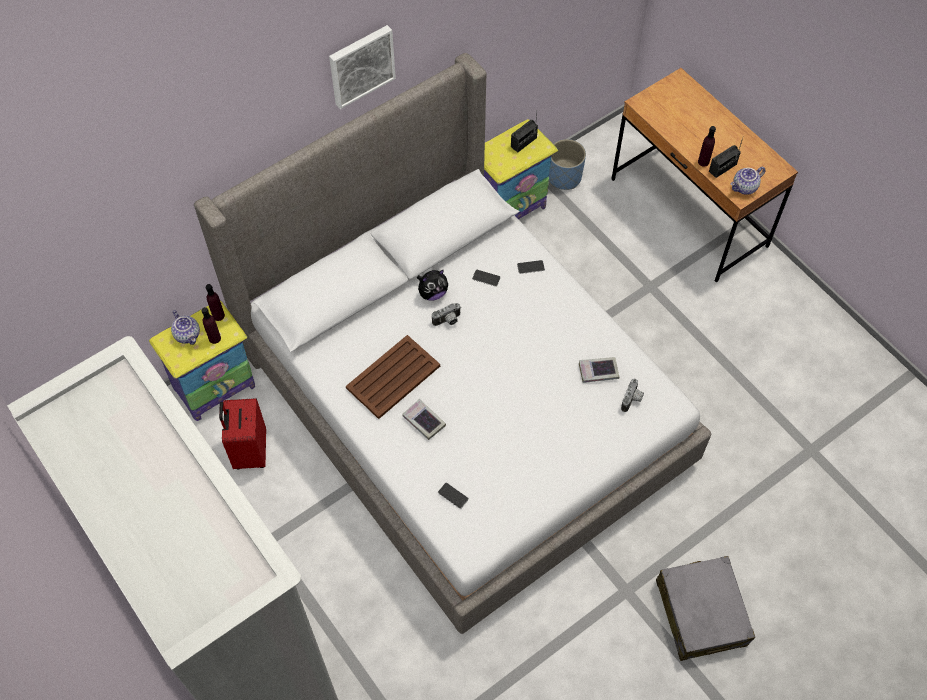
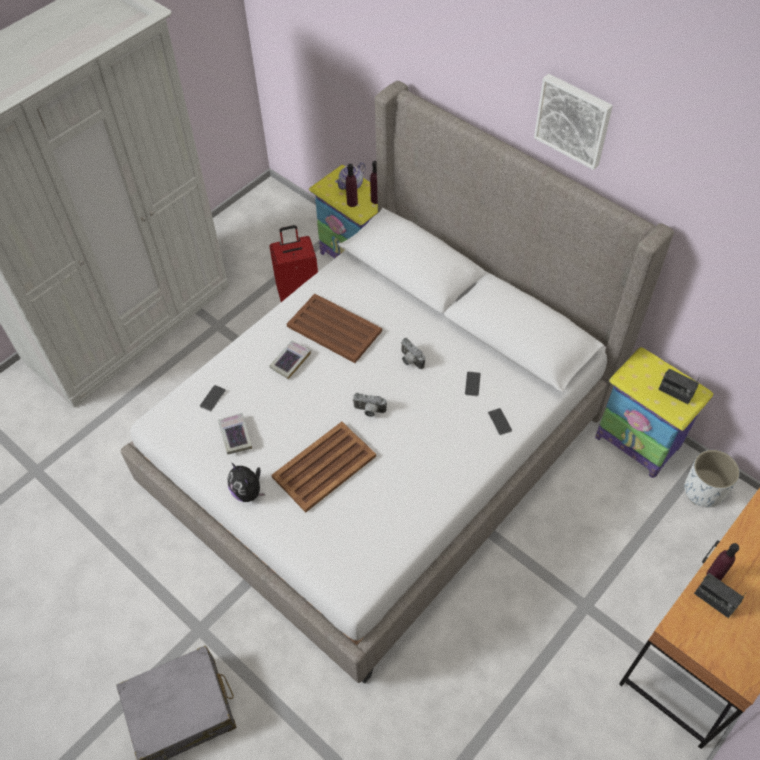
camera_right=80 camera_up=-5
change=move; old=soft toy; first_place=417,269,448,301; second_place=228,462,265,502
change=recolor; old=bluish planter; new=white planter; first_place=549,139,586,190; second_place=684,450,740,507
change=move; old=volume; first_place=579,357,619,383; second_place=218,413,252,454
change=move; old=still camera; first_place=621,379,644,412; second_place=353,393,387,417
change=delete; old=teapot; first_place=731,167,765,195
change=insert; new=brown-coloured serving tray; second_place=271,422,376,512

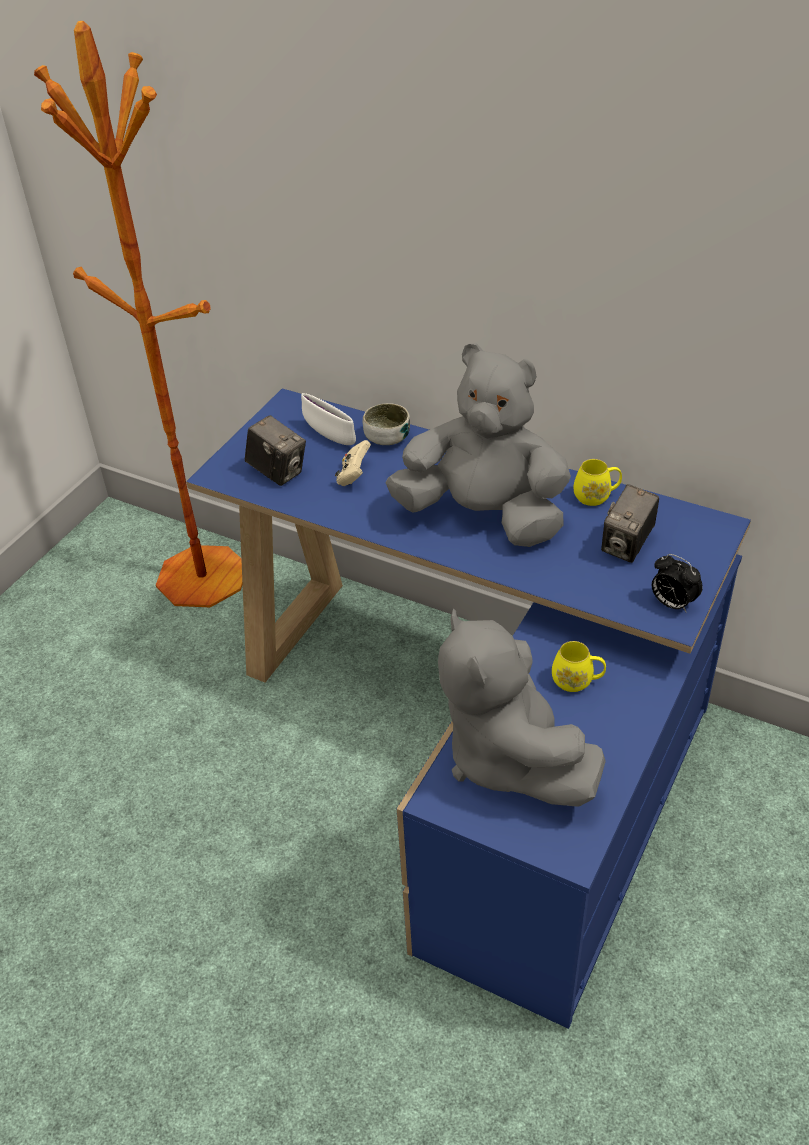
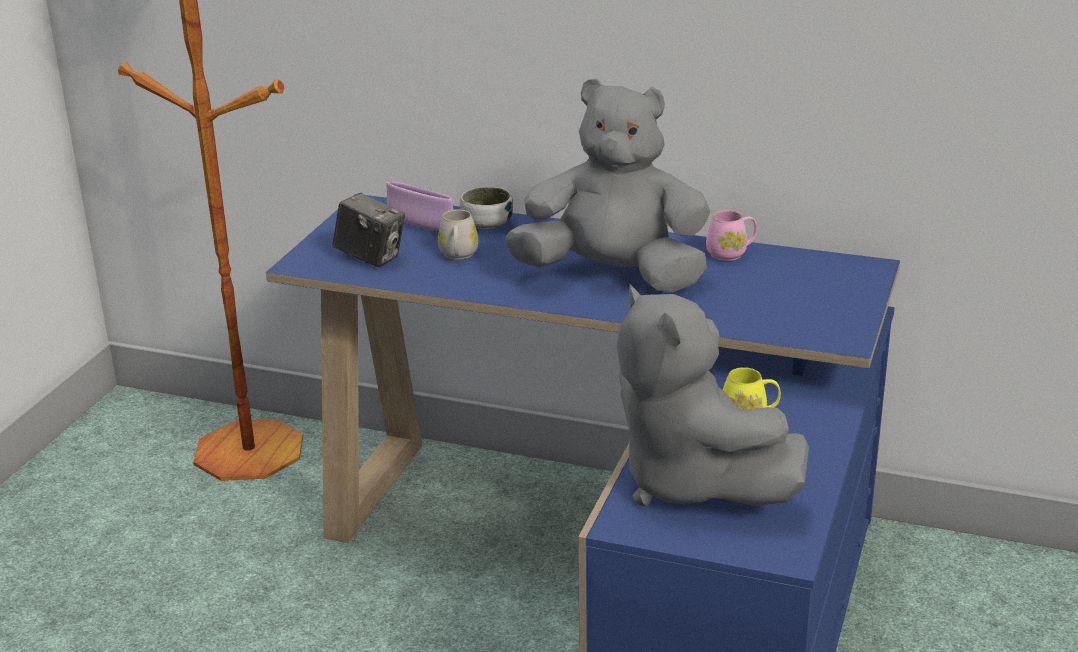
camera_right=-10 camera_up=-15
change=recolor; old=white deep dish; new=purple deep dish; first_place=301,393,356,445; second_place=386,181,454,231
change=replace; old=beige gamepad; new=white mug; first_place=335,440,371,486; second_place=438,209,479,260
change=recolor; old=yellow mug; new=pink mug; first_place=574,459,622,506; second_place=706,210,757,261
change=delete; old=still camera; first_place=601,484,659,563
change=delete; old=table clock; first_place=652,554,703,612

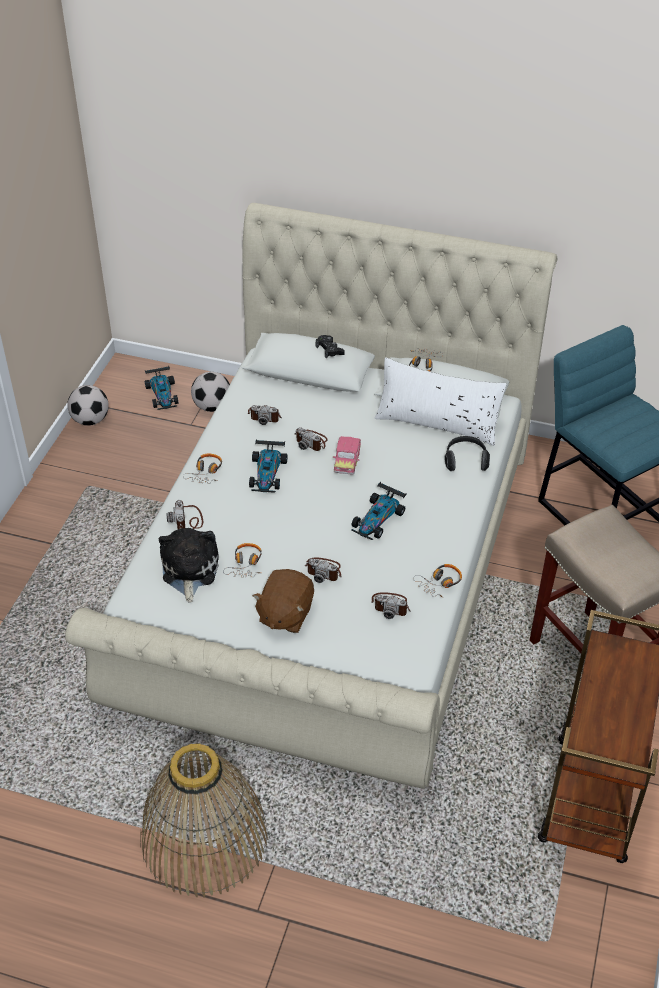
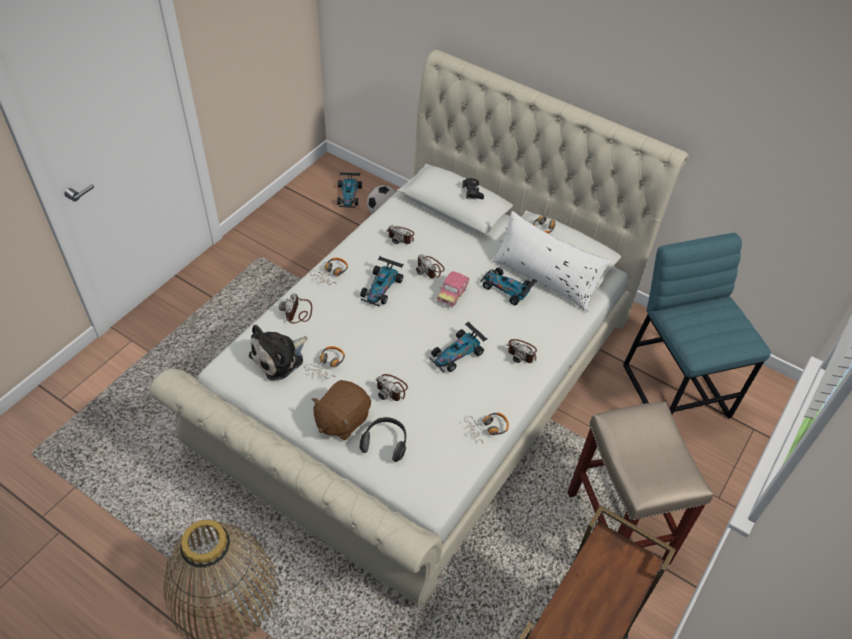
camera_right=15 camera_up=5
change=delete; old=football; first_place=67,385,109,426
change=rotate; old=soft toy; first_place=159,528,219,603; second_place=249,325,307,380; degrees=-150
change=move; old=still camera; first_place=372,592,411,619; second_place=507,339,537,363
change=move; old=headset; first_place=445,436,490,471; second_place=359,417,406,462
change=insert; new=toy car; second_place=480,267,537,305

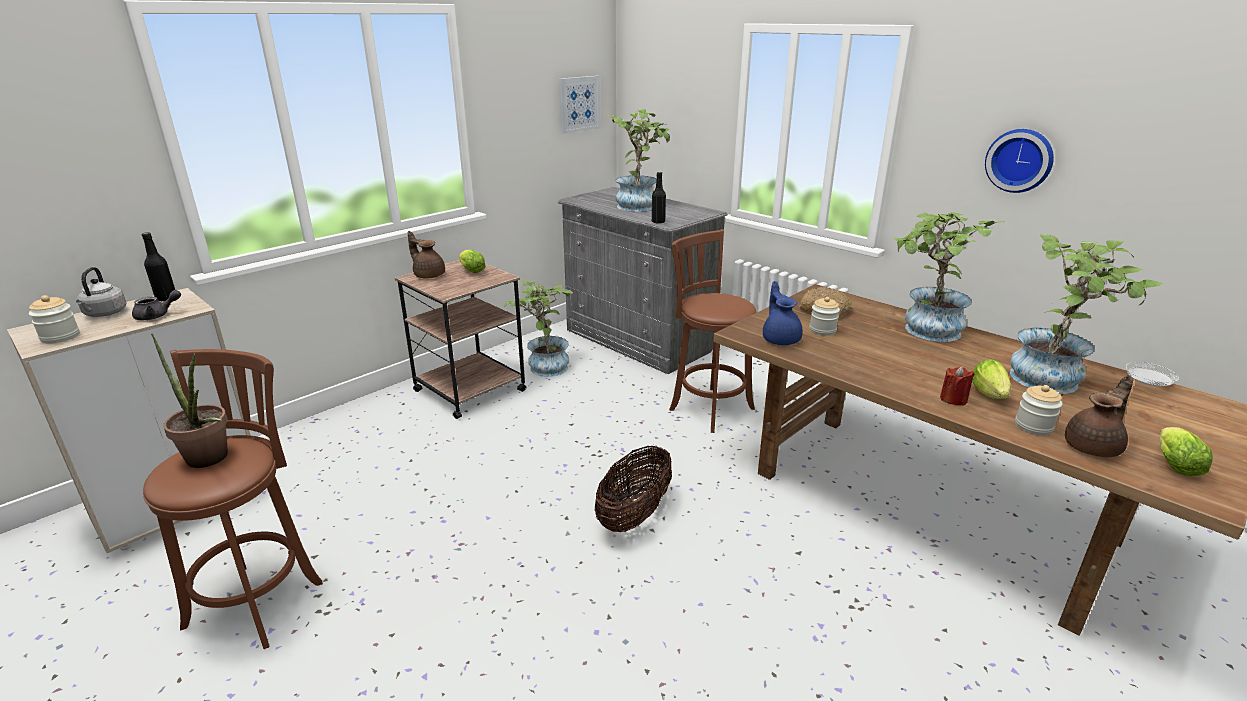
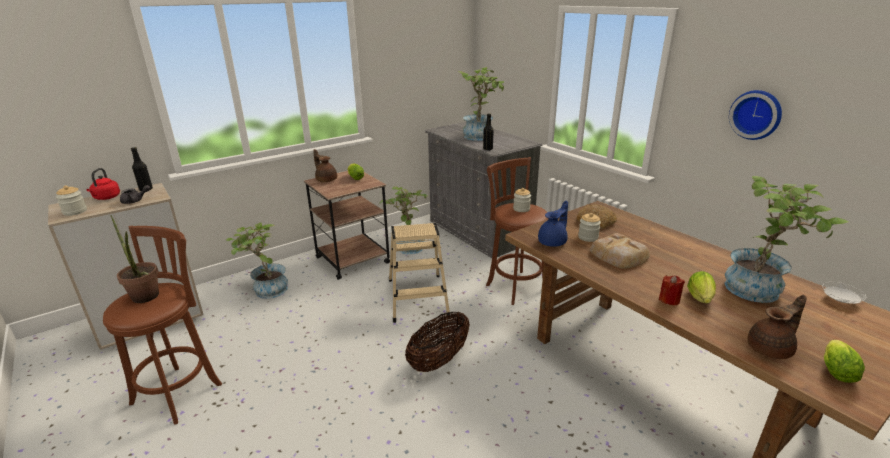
camera_right=10 camera_up=0
change=recolor; old=grey tea kettle; new=red tea kettle; first_place=76,267,126,317; second_place=87,168,120,200
change=delete; old=wall art; first_place=559,76,600,134
change=rotate; old=bluish teapot; first_place=763,281,803,345; second_place=538,201,568,247; degrees=45
change=move; old=plant in a pot; first_place=893,212,1005,342; second_place=226,222,288,299
change=move; old=jar; first_place=1015,385,1062,435; second_place=513,188,531,212
change=insert; new=beige step stool; second_place=389,223,451,323
change=insert; new=bread; second_place=590,233,649,269

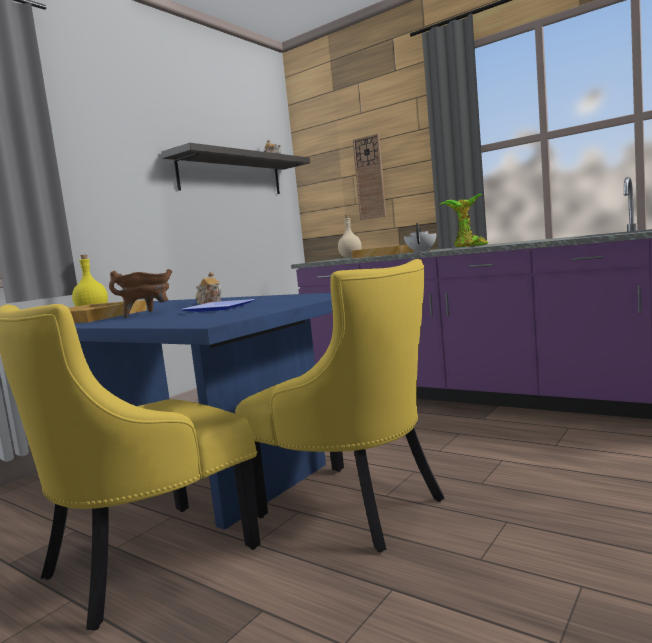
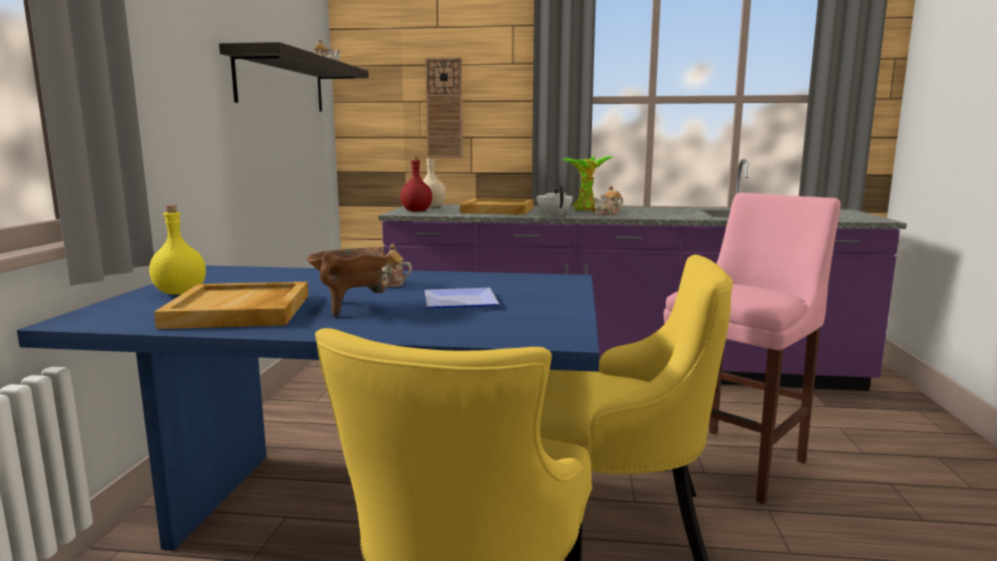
camera_right=-30 camera_up=5
change=insert; new=red bottle; second_place=400,156,432,212
change=insert; new=teapot; second_place=594,185,623,215
change=insert; new=pink sitting stool; second_place=664,193,841,504

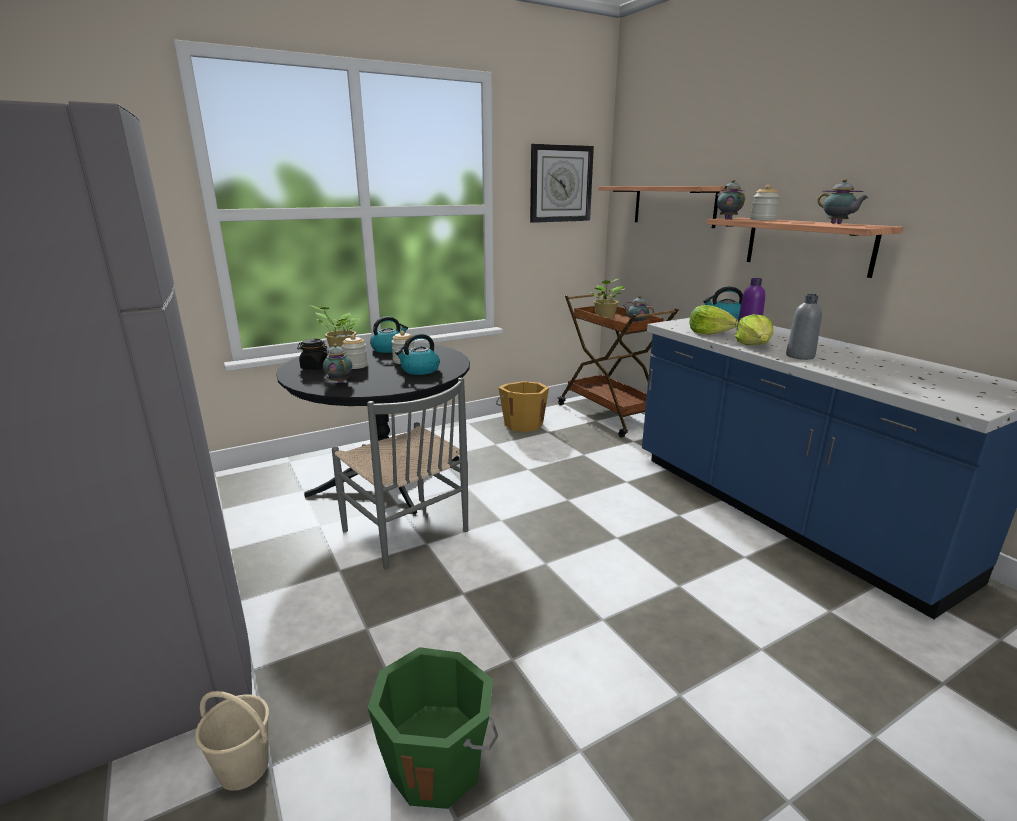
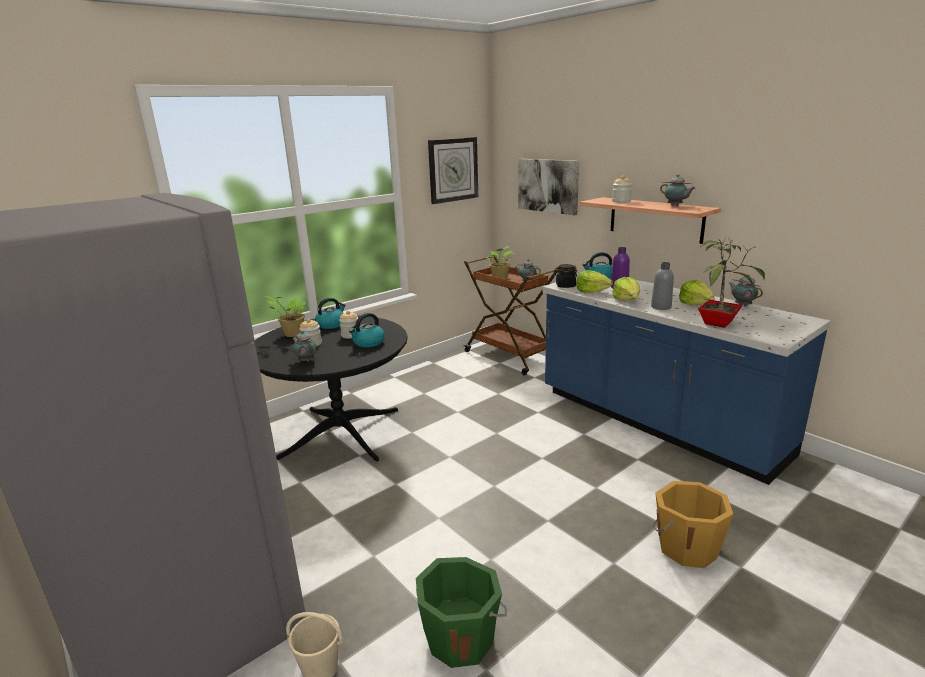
camera_right=-10 camera_up=0
change=move; old=black-coloured jar; first_place=297,339,328,370; second_place=554,264,577,288
change=delete; old=grey plain chair; first_place=332,378,468,570
change=move; old=orangey pail; first_place=496,381,549,432; second_place=653,481,733,568
change=replace; old=shelf; new=wall art; first_place=599,186,727,228; second_place=518,159,579,215
change=move; old=teapot; first_place=717,180,745,219; second_place=729,274,763,307
change=insert; new=lettuce; second_place=679,280,715,305
change=insert; new=plant in a pot; second_place=698,237,765,328

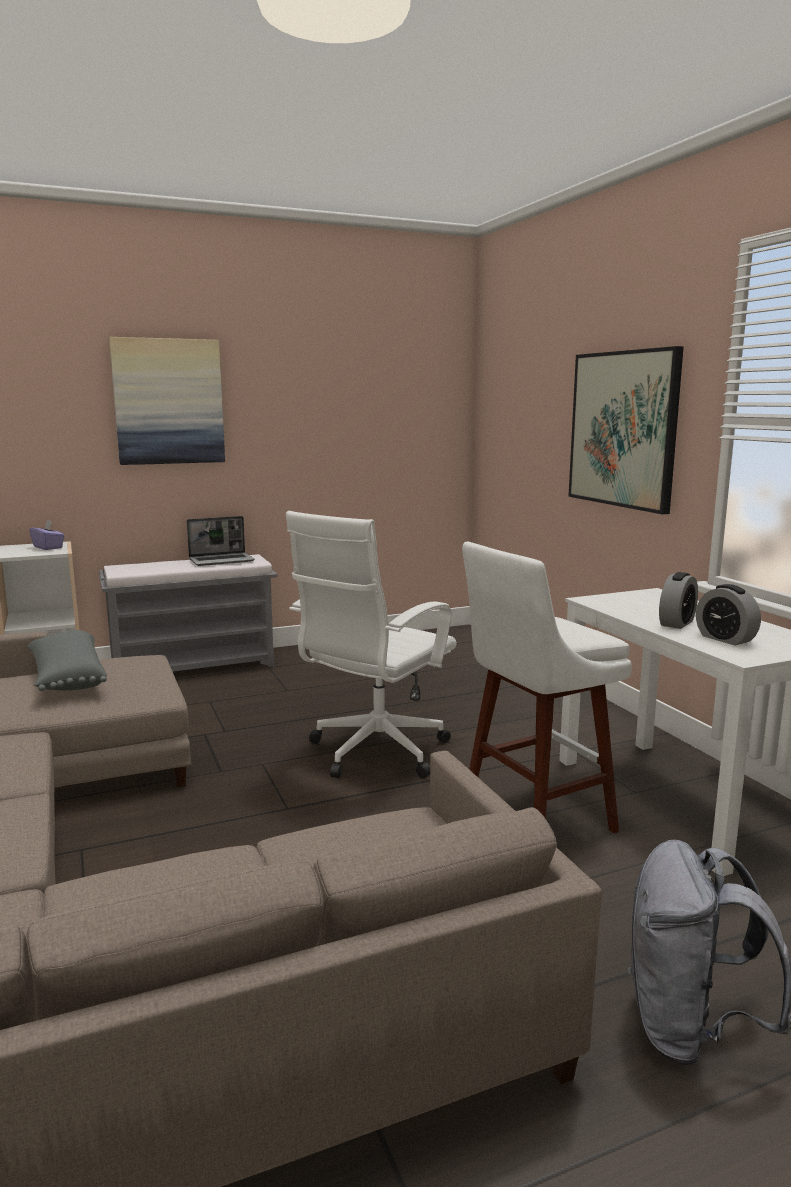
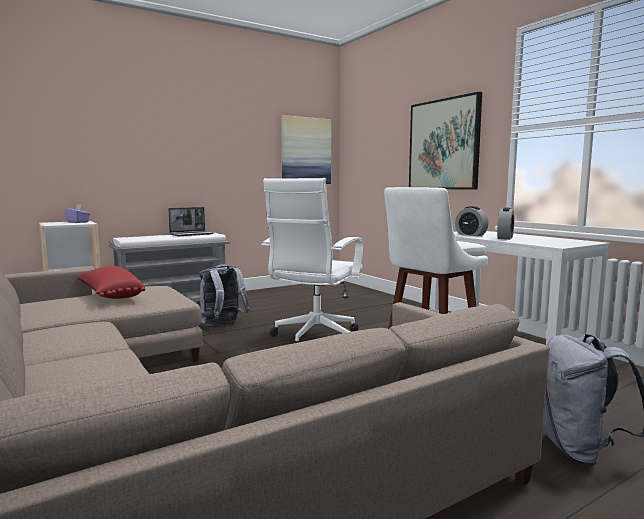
camera_right=-10 camera_up=-5
change=recolor; old=grey cushion; new=red cushion; first_place=27,630,107,691; second_place=77,265,145,299
change=move; old=wall art; first_place=109,337,225,465; second_place=281,115,331,184
change=move; old=table clock; first_place=696,584,761,646; second_place=455,206,488,236
change=insert; new=grey rucksack; second_place=199,264,251,327

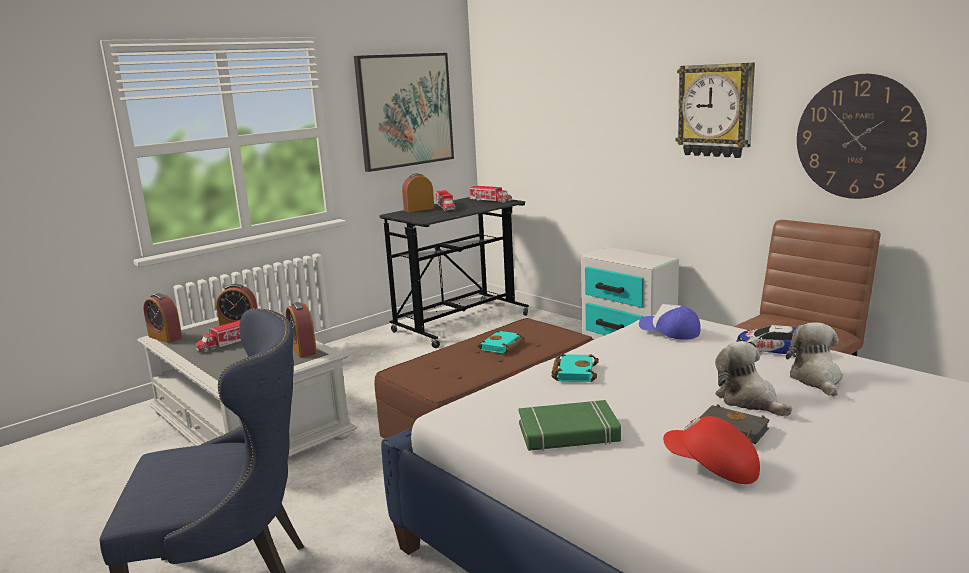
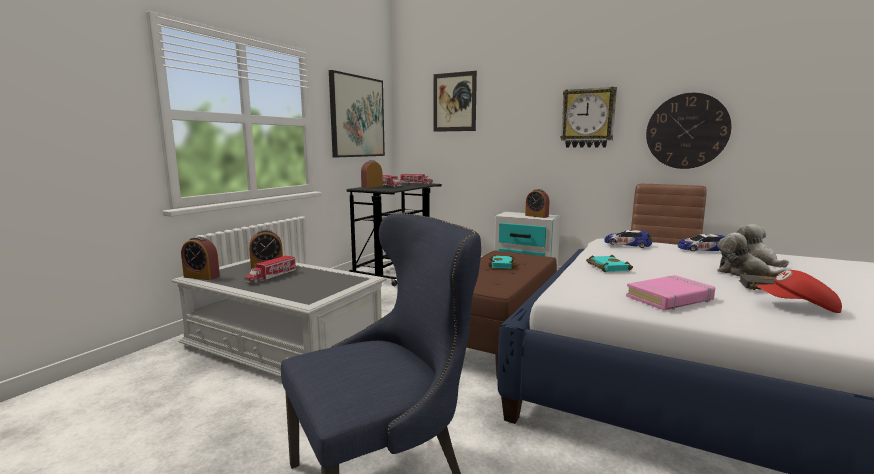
camera_right=-20 camera_up=-5
change=move; old=table clock; first_place=286,302,317,358; second_place=525,189,549,218
change=recolor; old=greenish volume; new=pink volume; first_place=518,400,621,451; second_place=626,275,715,310
change=replace; old=baseball cap; new=toy car; first_place=639,304,701,340; second_place=604,230,652,248
change=insert; new=wall art; second_place=434,71,477,132

